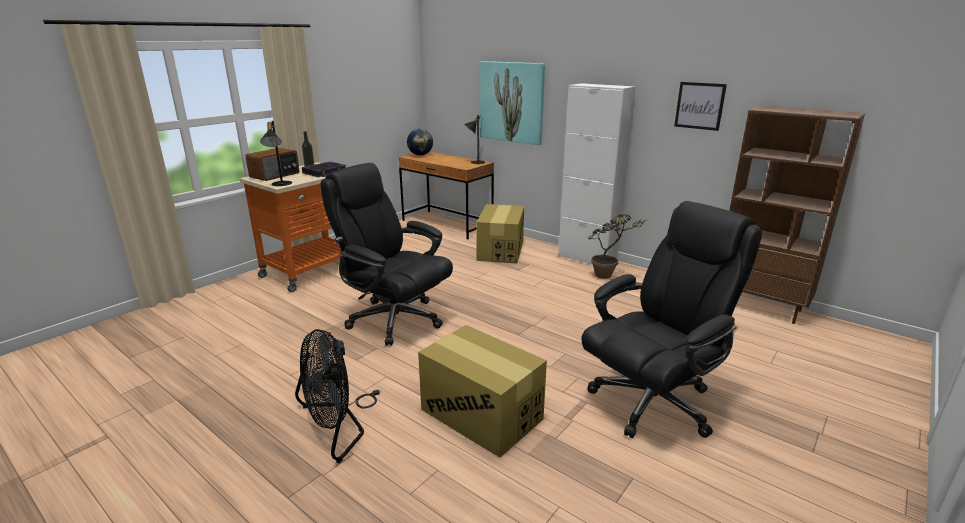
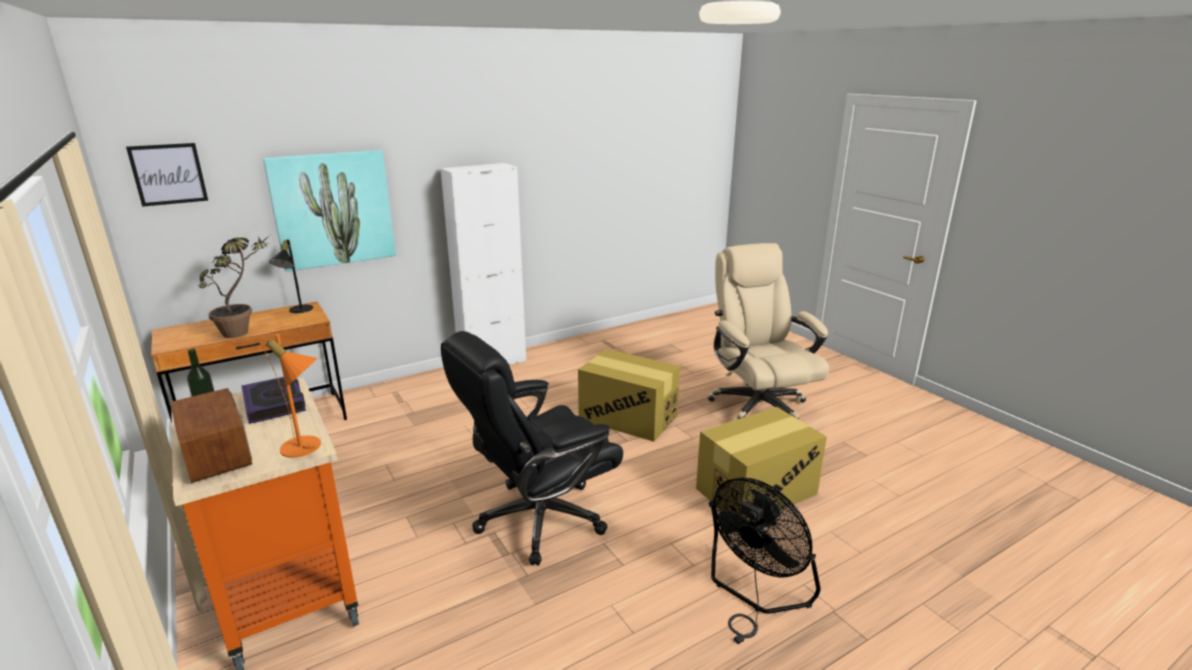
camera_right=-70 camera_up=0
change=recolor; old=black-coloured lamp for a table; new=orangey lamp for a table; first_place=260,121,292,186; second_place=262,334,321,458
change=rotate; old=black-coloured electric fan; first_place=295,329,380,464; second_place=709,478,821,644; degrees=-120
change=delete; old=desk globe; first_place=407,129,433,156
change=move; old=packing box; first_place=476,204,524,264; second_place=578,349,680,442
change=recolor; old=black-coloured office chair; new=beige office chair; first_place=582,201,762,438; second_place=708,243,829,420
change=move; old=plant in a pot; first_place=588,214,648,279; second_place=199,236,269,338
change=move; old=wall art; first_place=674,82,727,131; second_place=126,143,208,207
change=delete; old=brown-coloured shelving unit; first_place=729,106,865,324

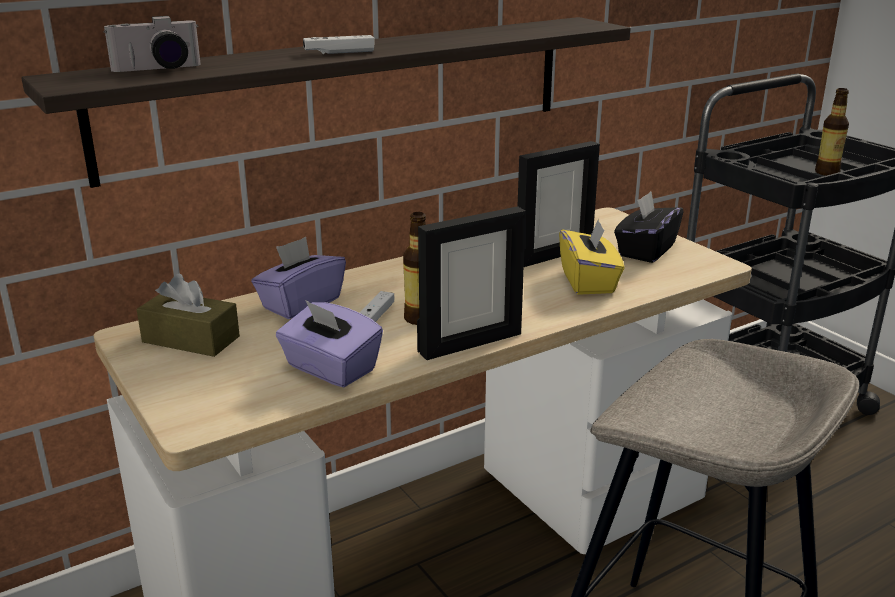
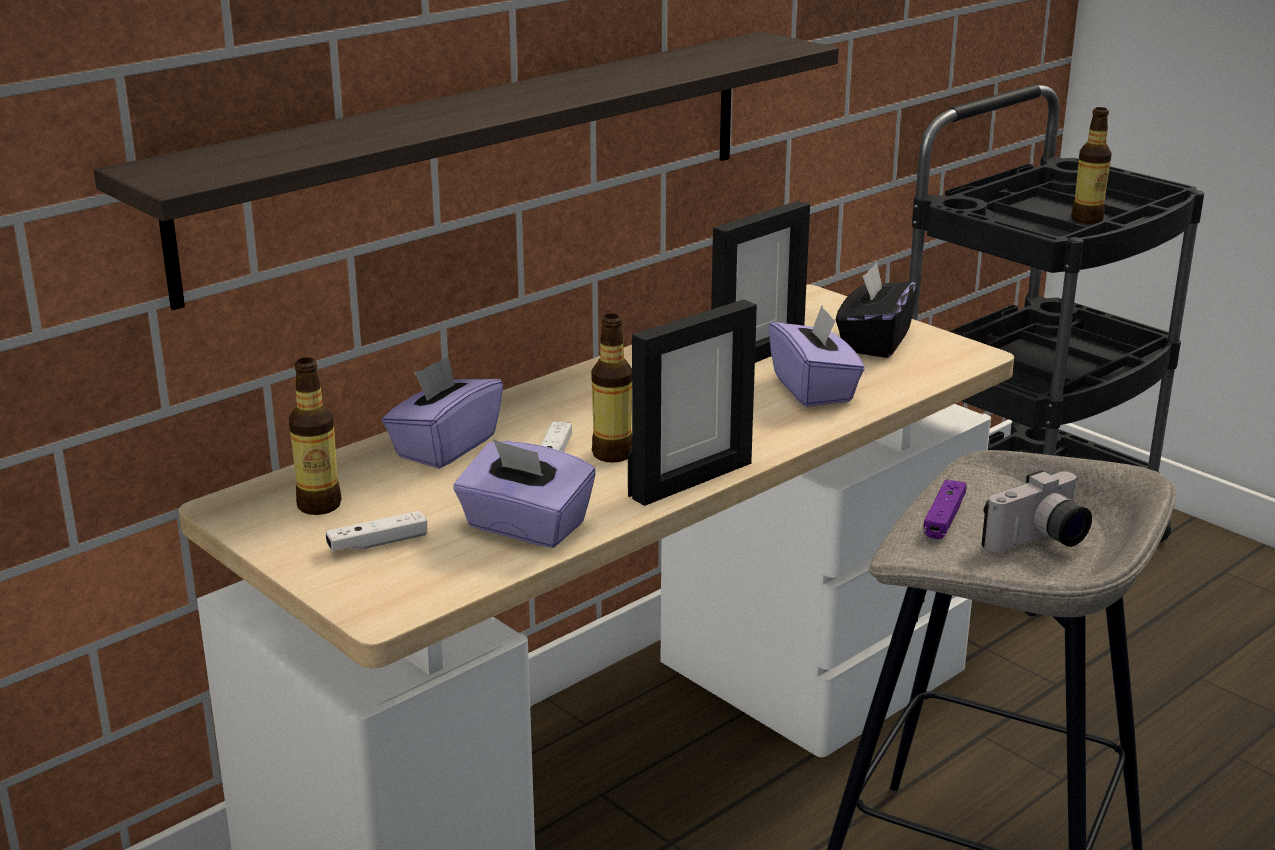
camera_right=-10 camera_up=0
change=move; old=still camera; first_place=104,16,201,72; second_place=981,470,1092,553
change=replace; old=brown-coloured tissue holder; new=bottle; first_place=137,274,240,357; second_place=289,357,341,515
change=move; old=white gamepad; first_place=303,35,375,54; second_place=326,511,427,551
change=recolor; old=yellow tissue holder; new=purple tissue holder; first_place=559,218,624,295; second_place=769,306,865,407
change=insert; new=purple gamepad; second_place=924,479,966,539

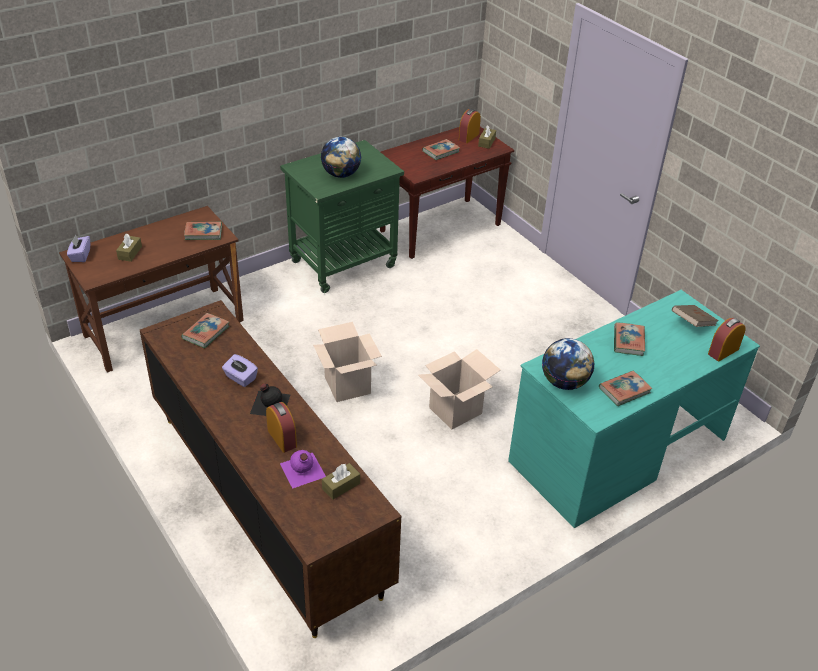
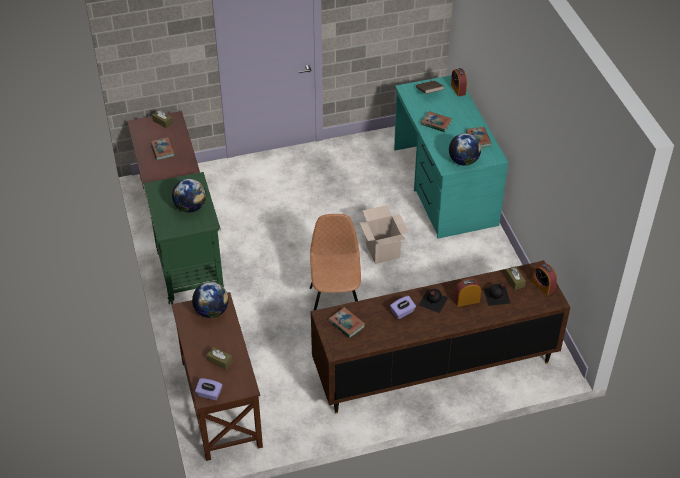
camera_right=-70 camera_up=5
change=replace; old=volume; new=desk globe; first_place=184,222,222,240; second_place=192,282,229,318
change=recolor; old=purple bottle; new=black-coloured bottle; first_place=280,450,326,489; second_place=484,283,511,306
change=replace; old=packing box; new=brown-coloured plain chair; first_place=313,322,382,402; second_place=310,214,361,310
change=move; old=table clock; first_place=459,109,481,143; second_place=532,263,557,296

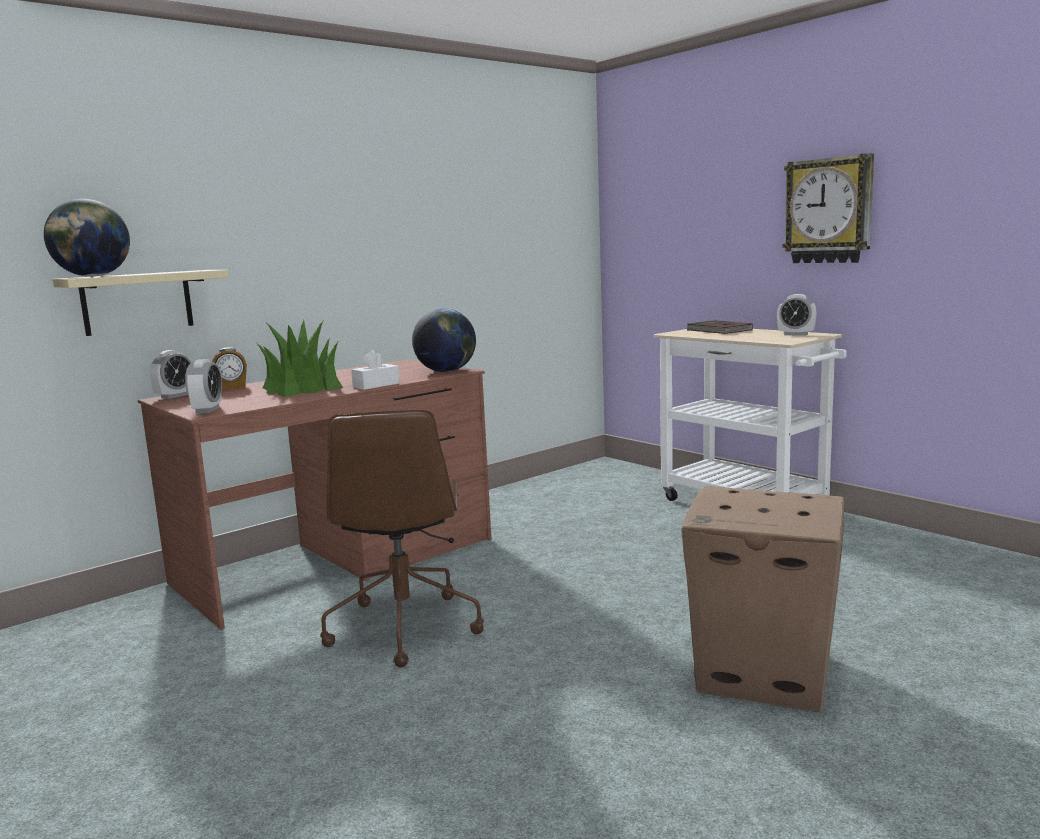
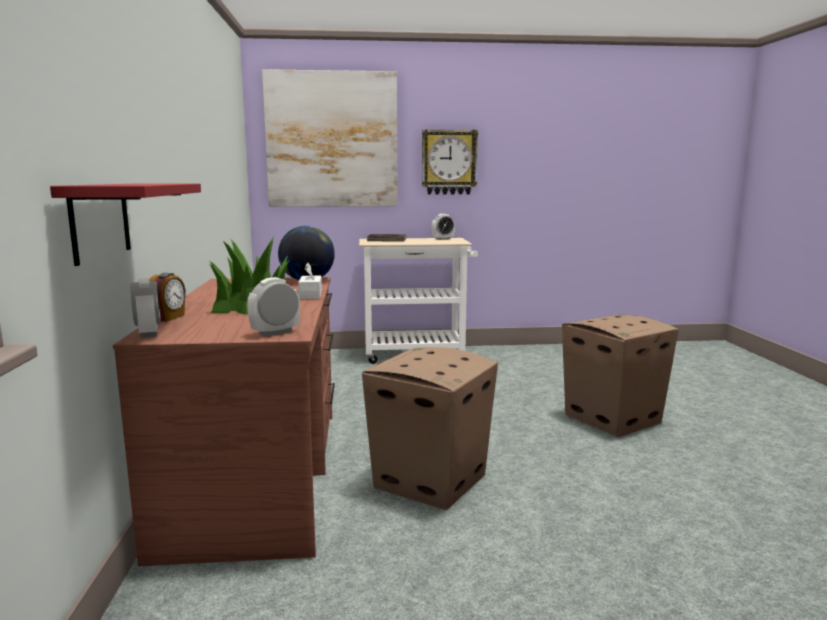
camera_right=-55 camera_up=0
change=delete; old=desk globe; first_place=44,199,130,277
change=recolor; old=beige shelf; new=red shelf; first_place=53,270,229,336; second_place=50,184,201,266
change=rotate; old=table clock; first_place=185,359,222,414; second_place=247,277,300,337; degrees=-75
change=replace; old=brown-coloured office chair; new=packing box; first_place=320,409,484,668; second_place=362,347,498,511
change=insert; new=wall art; second_place=262,69,398,207

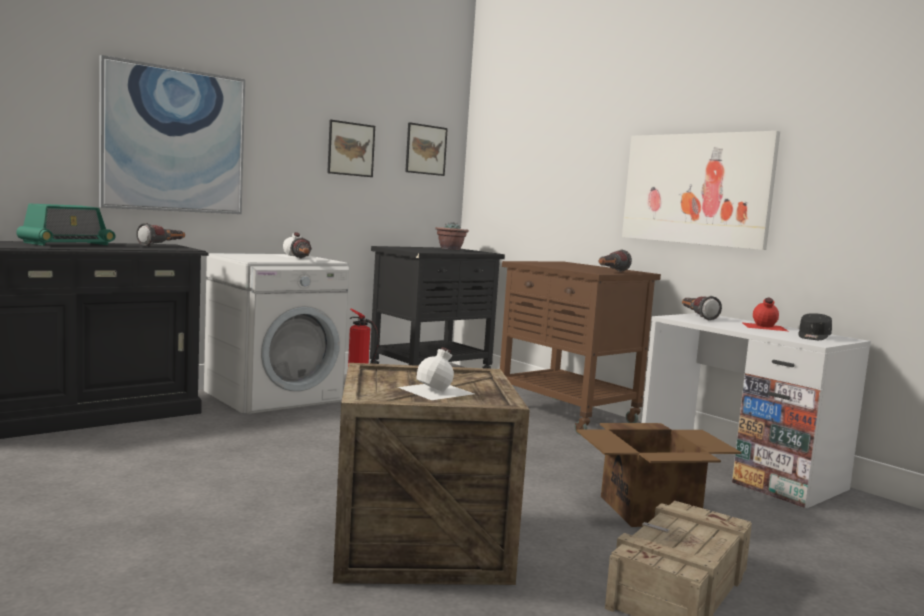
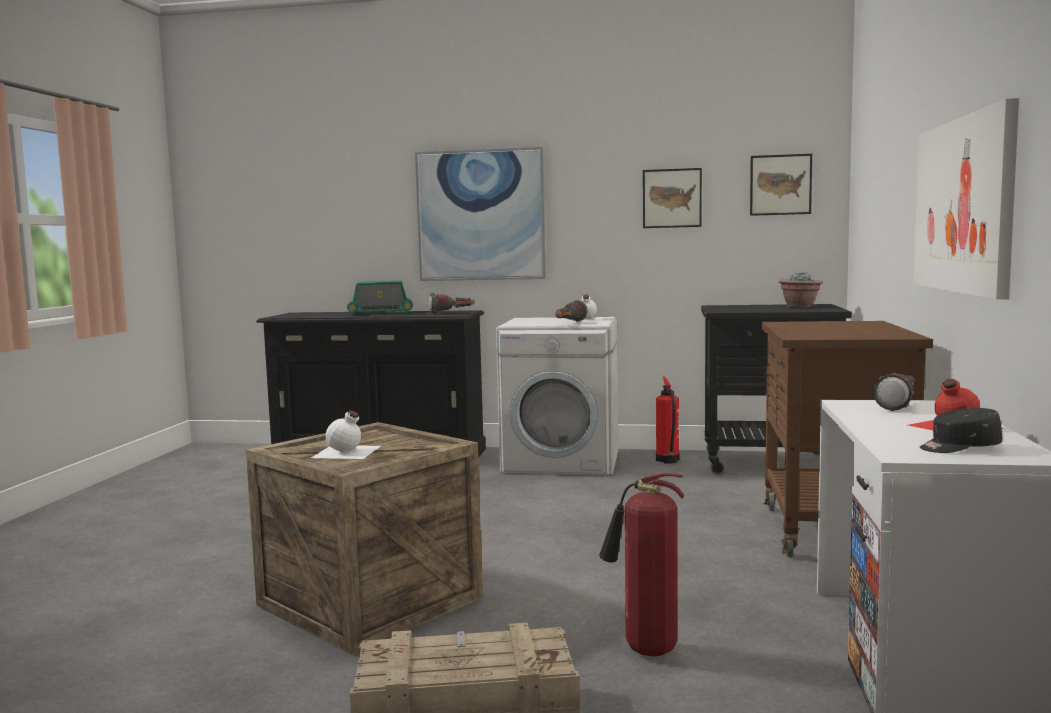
camera_right=50 camera_up=0
change=replace; old=packing box; new=fire extinguisher; first_place=576,423,741,527; second_place=599,473,684,656
change=delete; old=hand torch; first_place=599,249,632,272

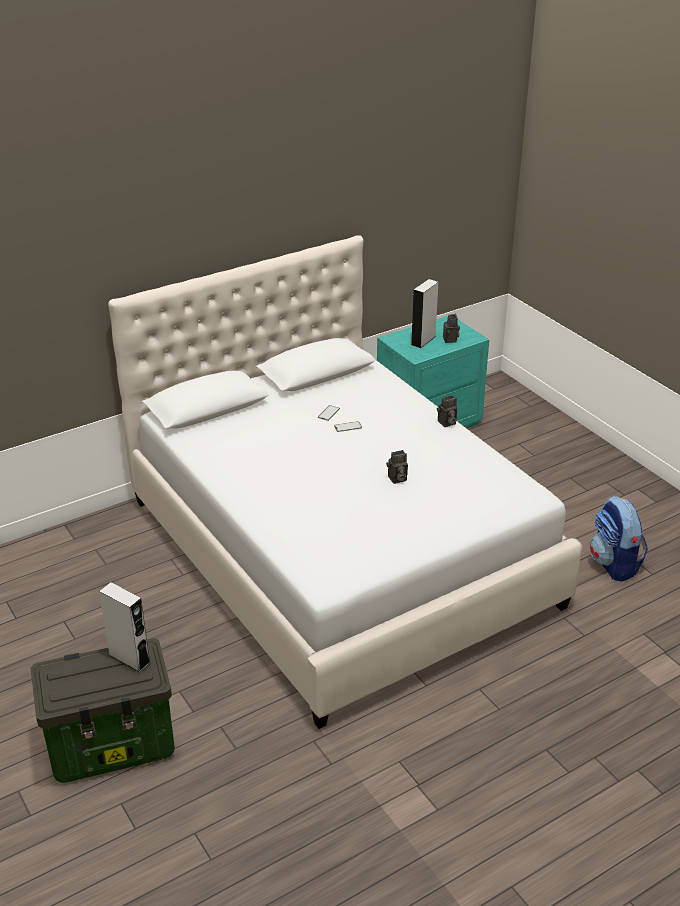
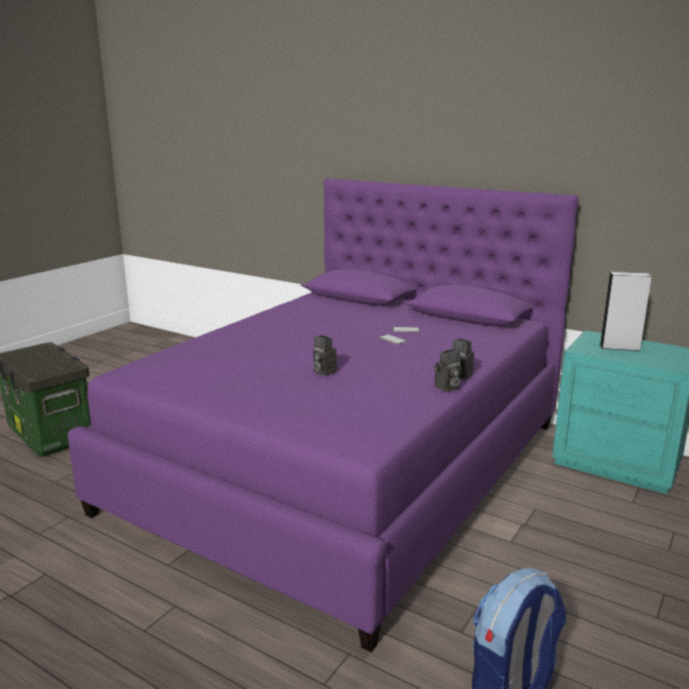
camera_right=65 camera_up=-15
change=delete; old=grey speaker; first_place=99,582,151,672
change=recolor; old=white sleeping bed; new=purple sleeping bed; first_place=108,235,582,729; second_place=68,178,579,653
change=move; old=still camera; first_place=443,314,460,343; second_place=434,349,461,392

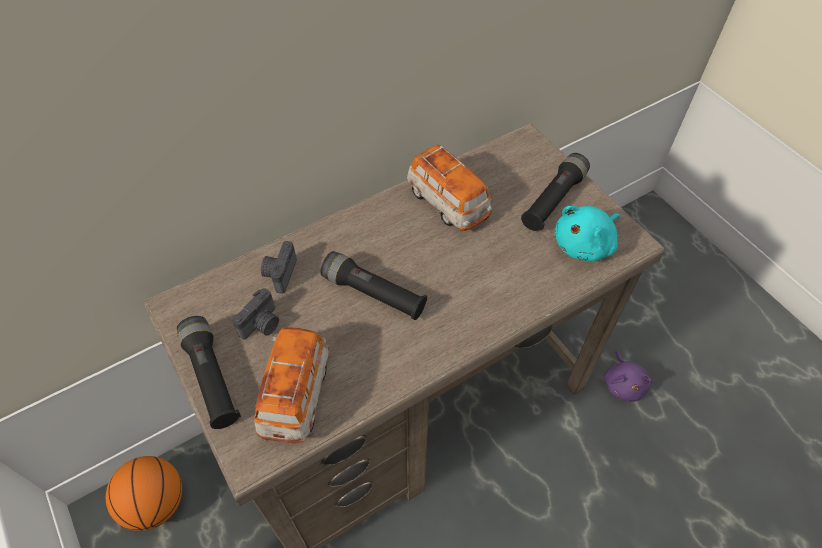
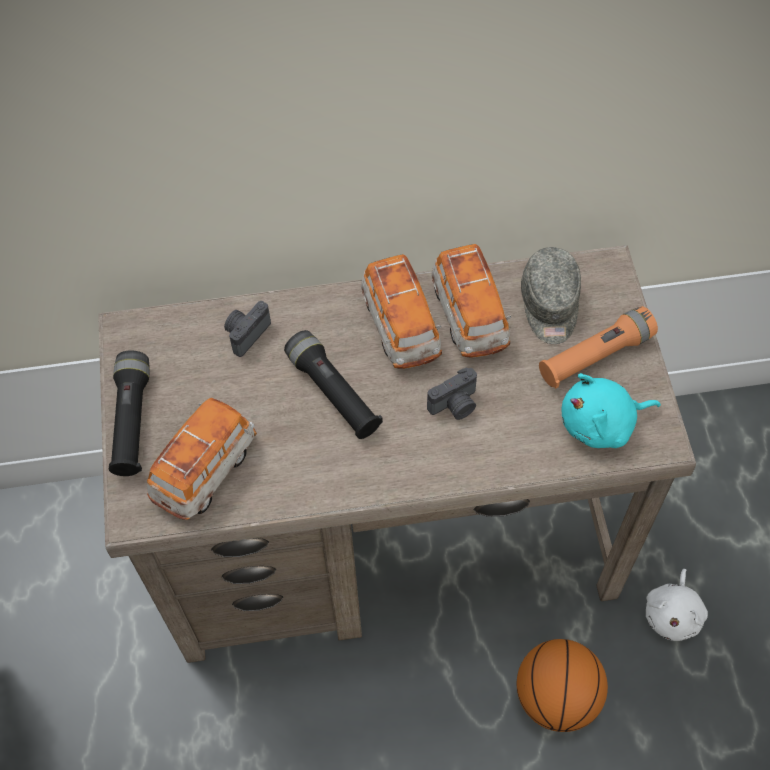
camera_right=25 camera_up=5
change=move; old=basketball; first_place=106,456,182,531; second_place=517,639,608,732
change=move; old=still camera; first_place=232,288,279,340; second_place=427,368,477,420
change=recolor; old=black-coloured hand torch; new=orangey hand torch; first_place=521,153,590,231; second_place=539,306,658,389
change=recolor; old=purple soft toy; new=white soft toy; first_place=604,351,652,402; second_place=646,569,708,641
change=insert; new=toy car; second_place=361,254,442,369
change=insert; new=grey baseball cap; second_place=521,247,581,344

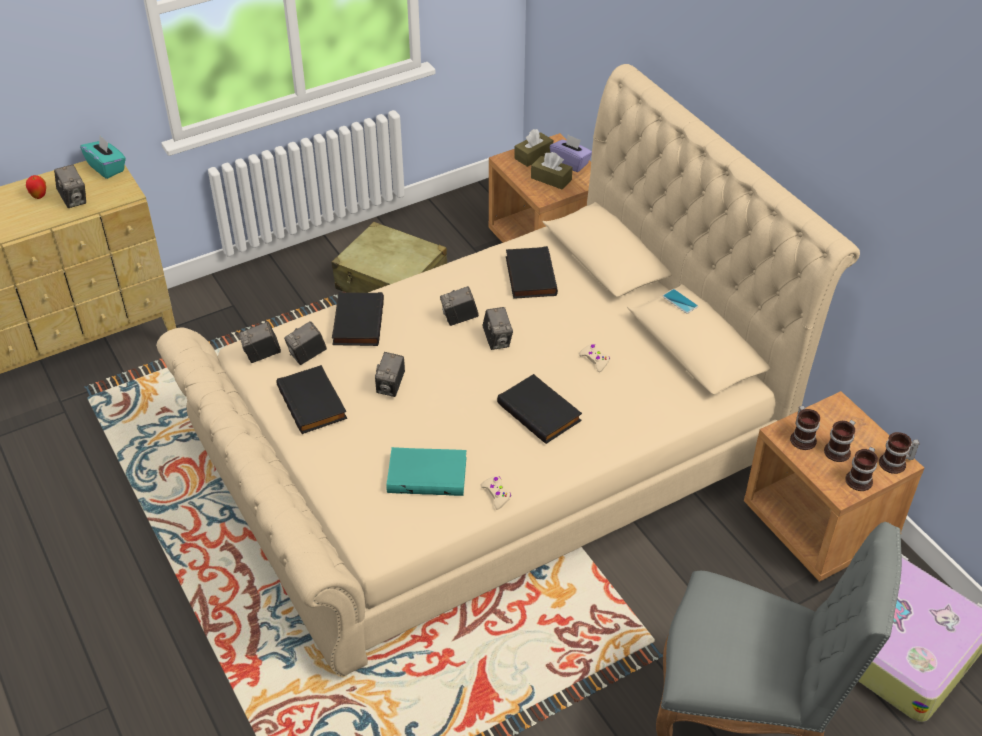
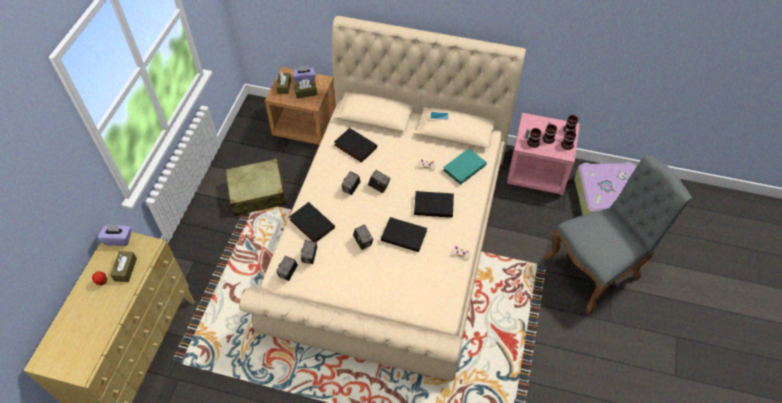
camera_right=-45 camera_up=10
change=replace; old=still camera; new=brown-coloured tissue holder; first_place=54,164,86,208; second_place=110,251,137,282
change=recolor; old=turquoise-coloured tissue holder; new=purple tissue holder; first_place=80,136,126,179; second_place=97,224,131,246
change=move; old=black-coloured volume; first_place=276,365,347,434; second_place=381,217,427,252
change=move; old=turquoise-coloured volume; first_place=386,447,467,496; second_place=443,148,487,185
change=recolor; old=brown-coloured nightstand; new=pink nightstand; first_place=744,391,924,582; second_place=507,113,580,195

